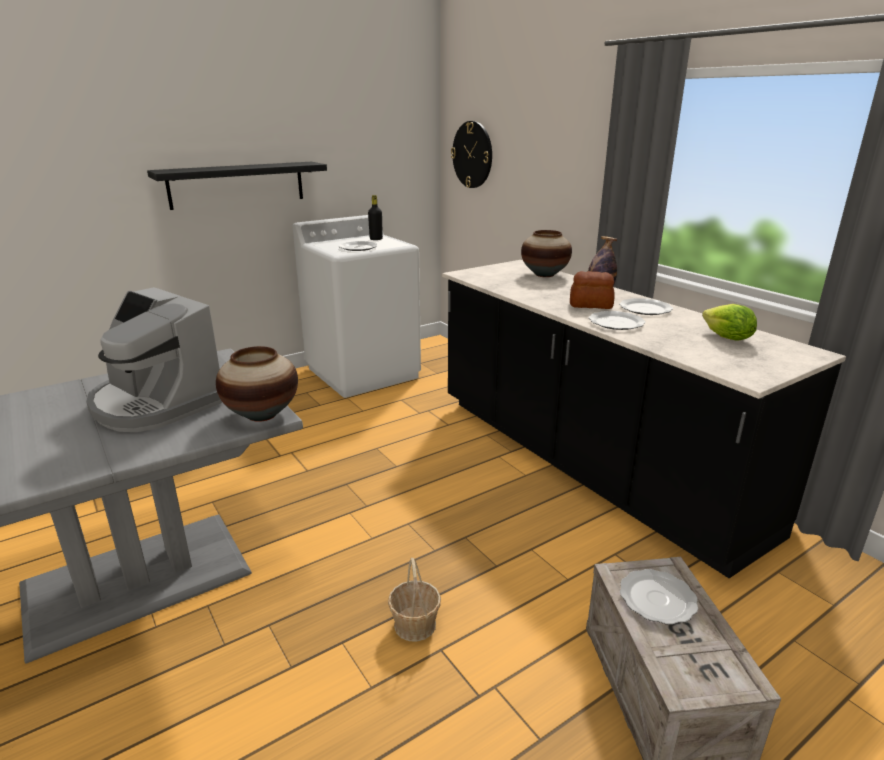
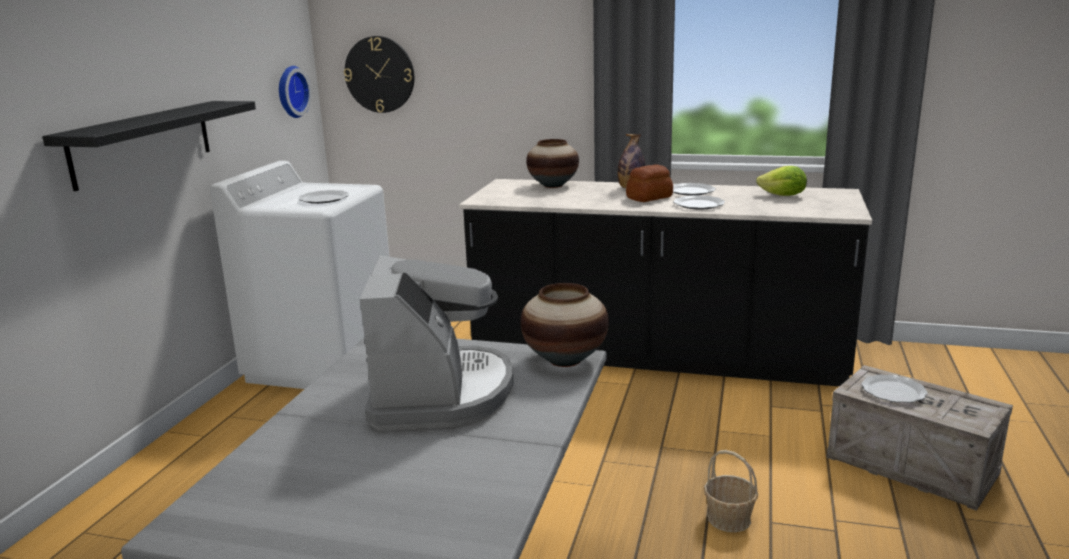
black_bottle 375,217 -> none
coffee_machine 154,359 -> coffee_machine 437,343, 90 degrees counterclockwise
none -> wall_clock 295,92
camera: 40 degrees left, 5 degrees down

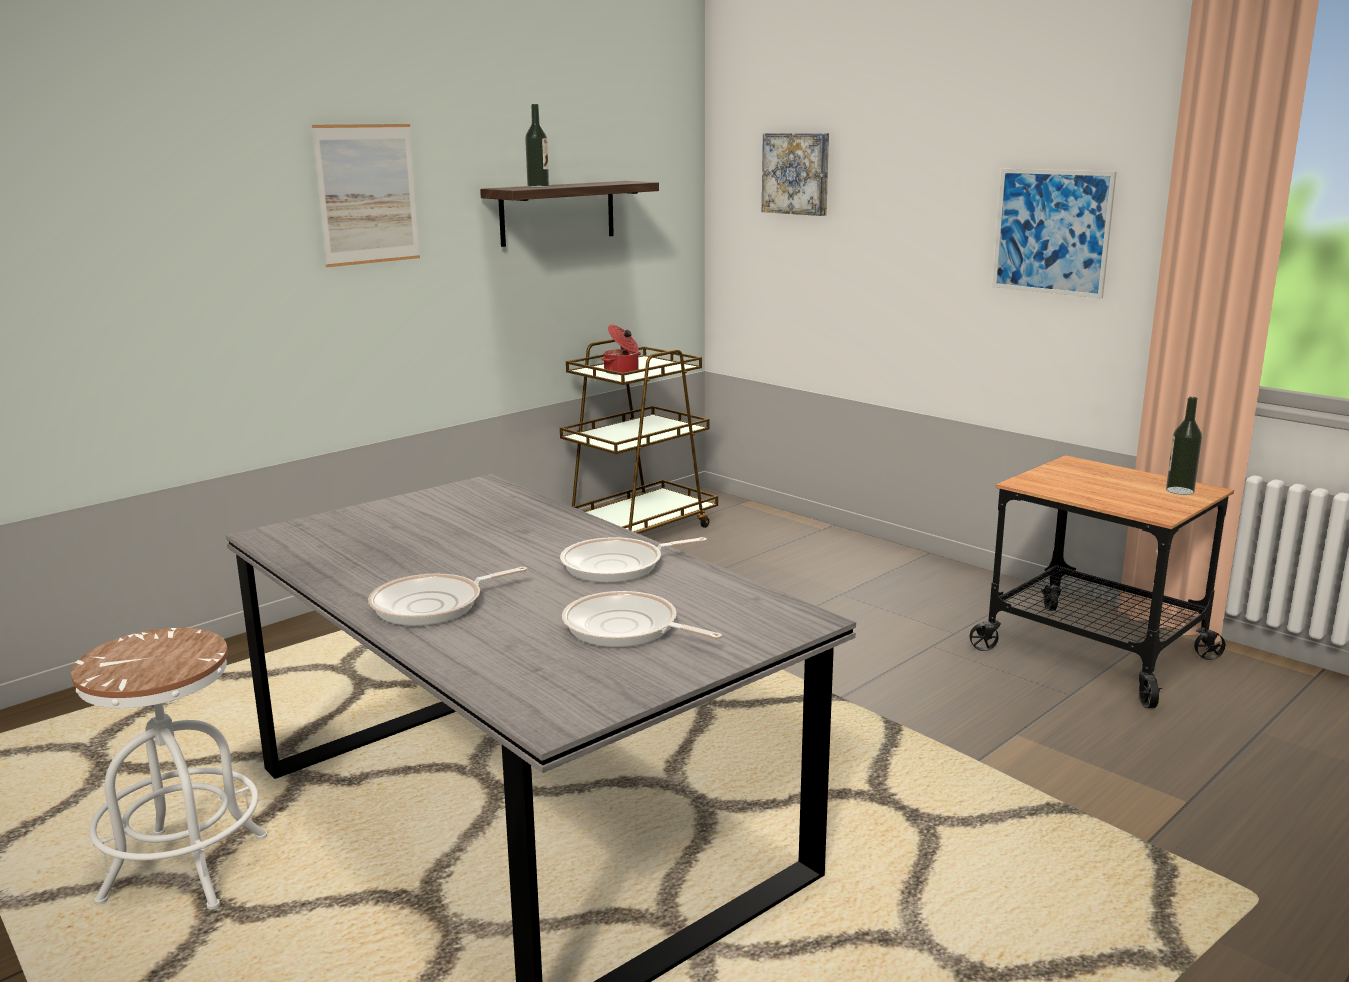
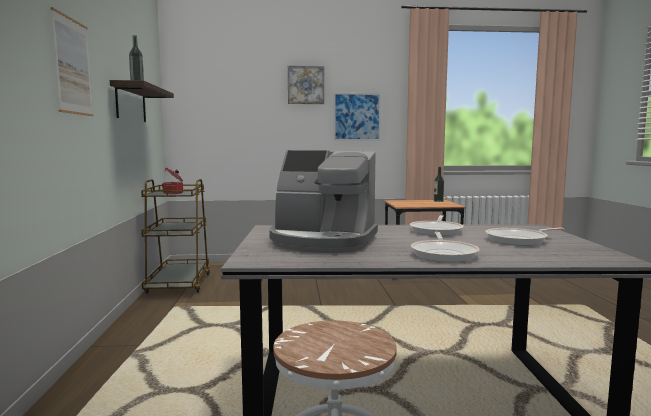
picture 795,174 -> picture 306,85, shifted
none -> coffee_machine 323,201
camera: 50 degrees left, 10 degrees down

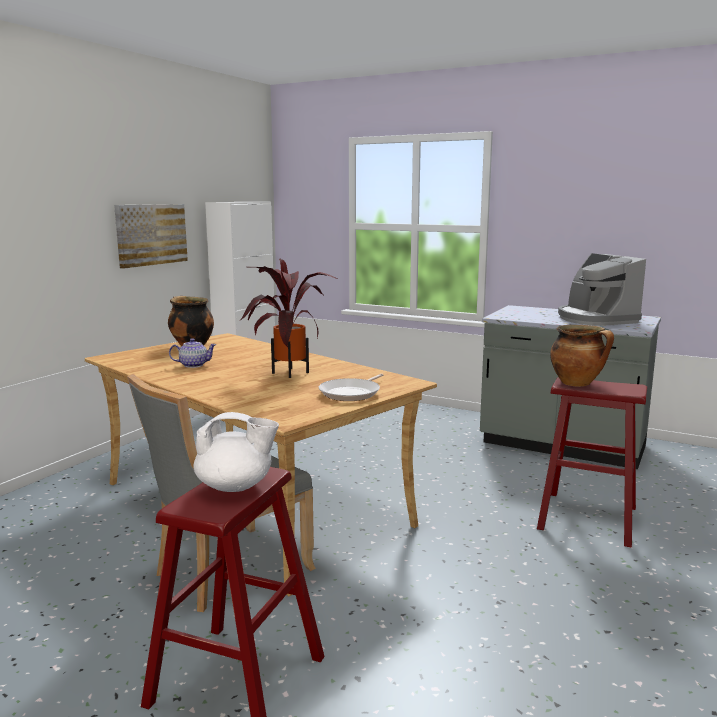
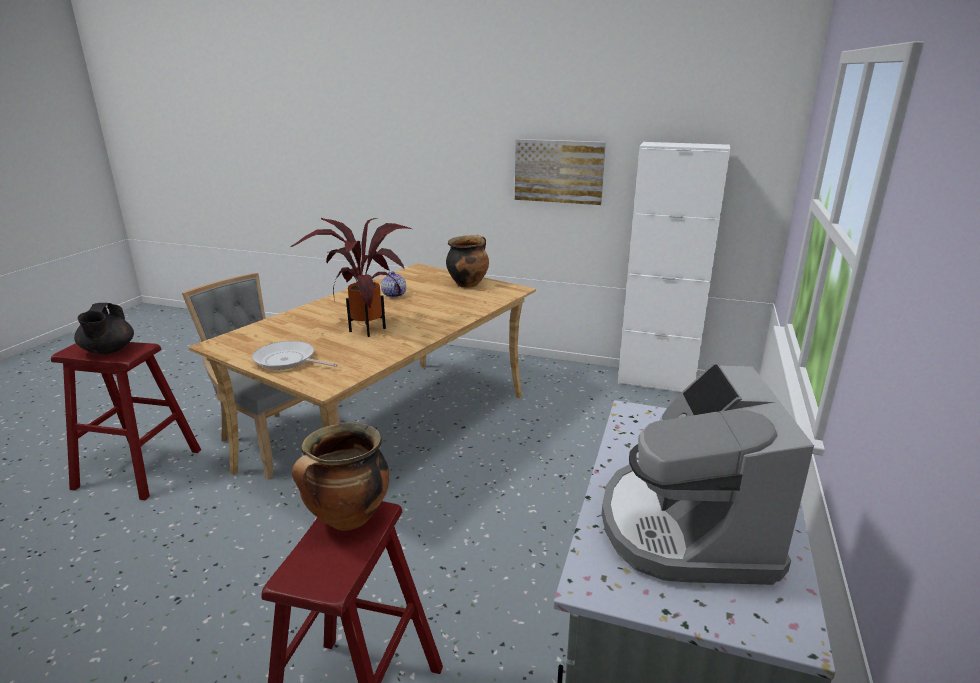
coffee_machine 602,289 -> coffee_machine 708,474, 60 degrees counterclockwise
white_teapot 236,452 -> black_teapot 104,328
camera: 80 degrees right, 10 degrees up

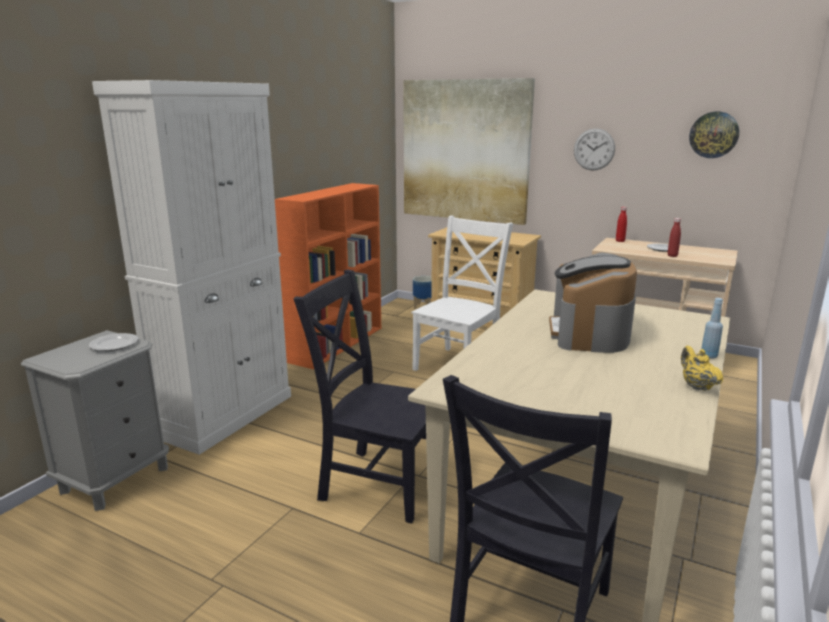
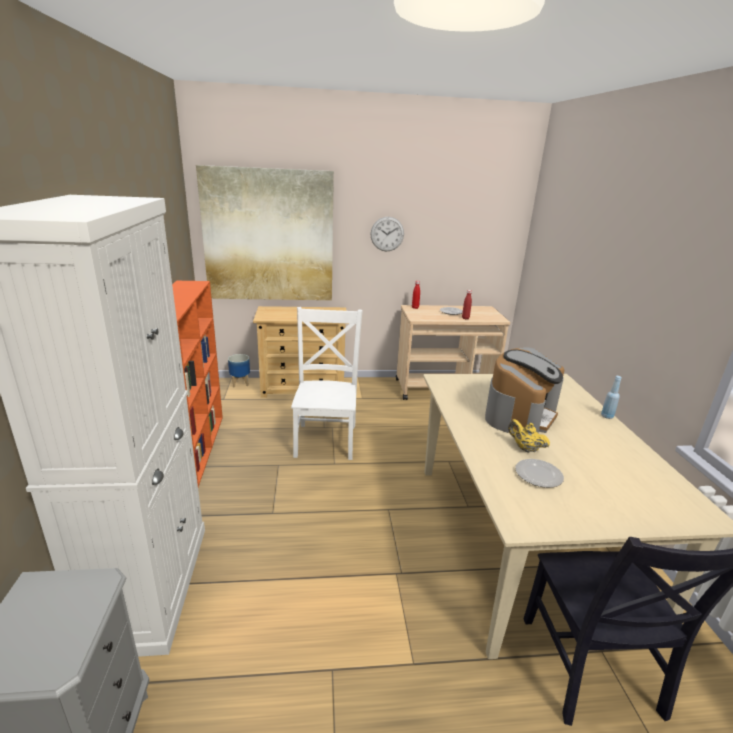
wall_clock 714,134 -> none
coffee_machine 593,302 -> coffee_machine 524,390, 120 degrees counterclockwise
black_chair 360,397 -> none
plate 114,342 -> plate 539,473, shifted
yellow_teapot 702,368 -> yellow_teapot 529,436, shifted
camera: 35 degrees left, 5 degrees up

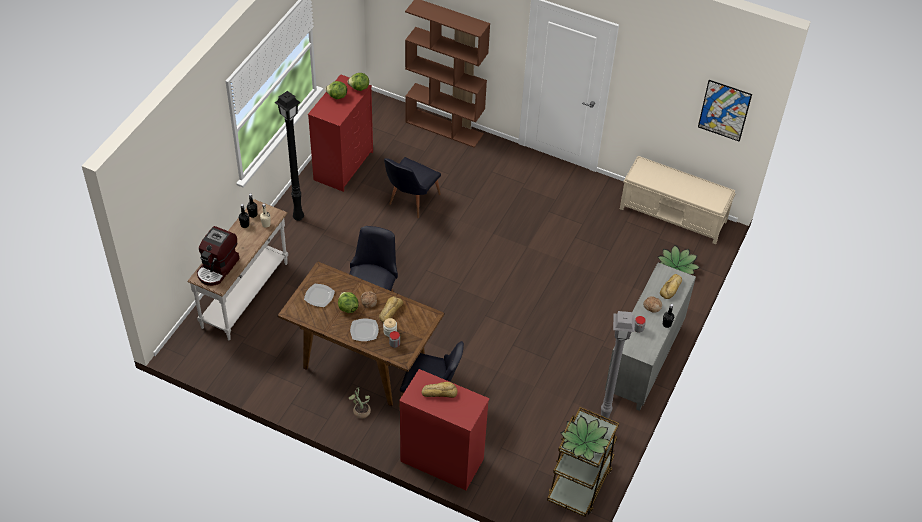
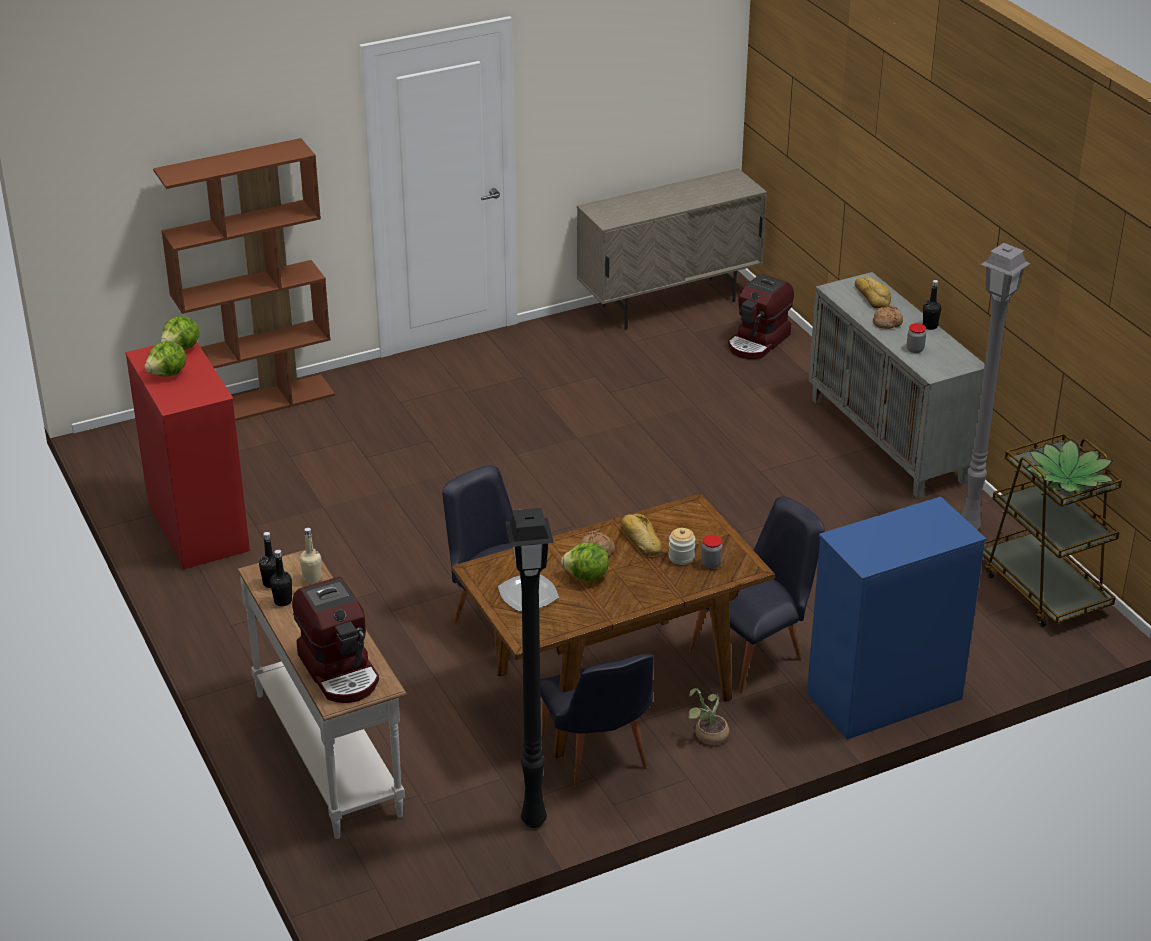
picture 725,111 -> none
black_floor_lamp 289,156 -> black_floor_lamp 529,668, shifted
beige_bench 678,200 -> beige_cabinet 672,249
black_chair 412,187 -> black_chair 597,721, shifted
potted_plant 679,259 -> coffee_machine 761,316
plate 364,329 -> none
red_dresser 444,429 -> blue_dresser 896,618
bread 440,390 -> none
camera: 50 degrees left, 15 degrees down

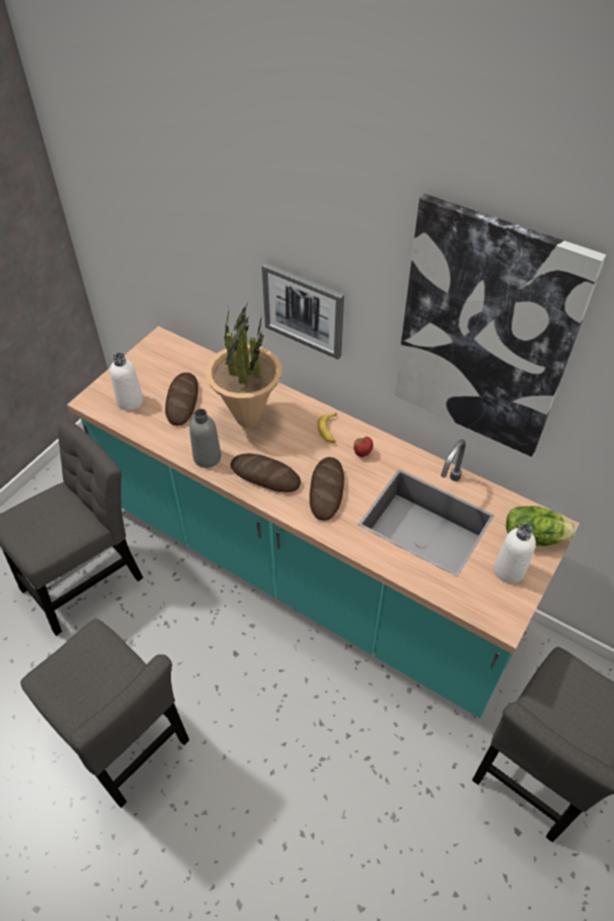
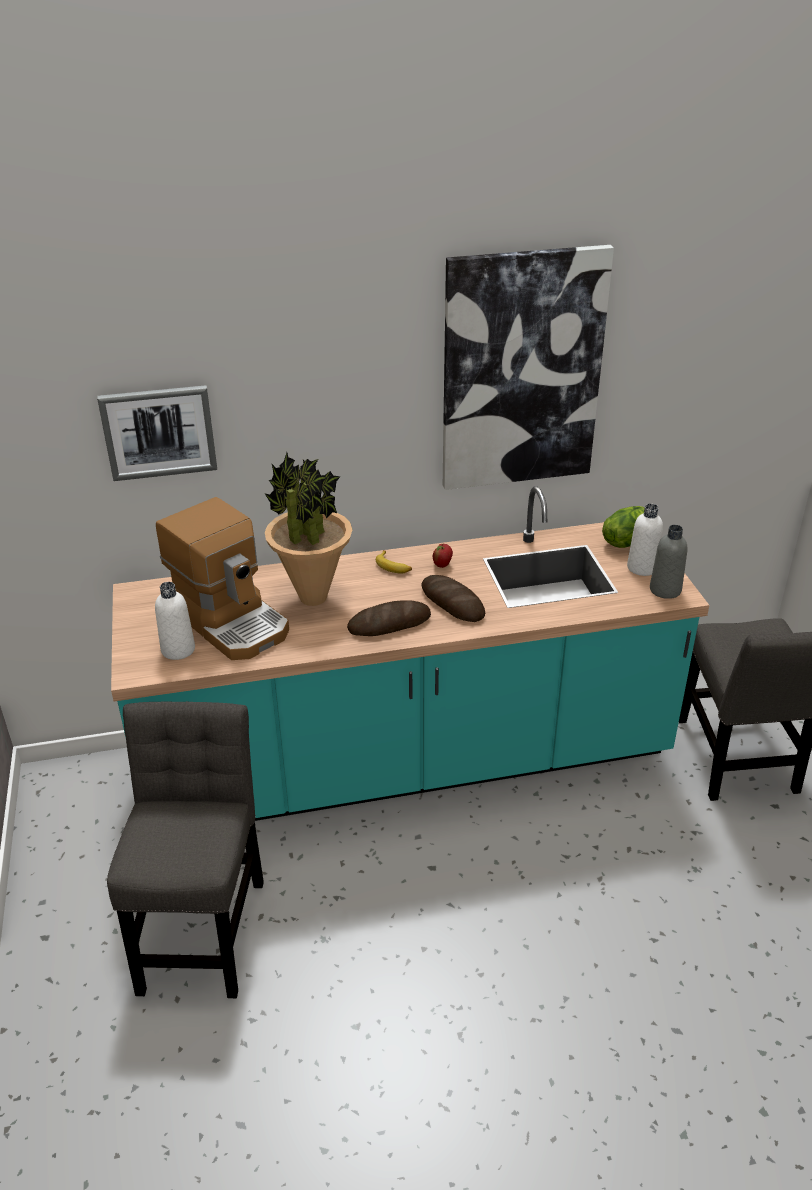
picture 303,311 -> picture 157,433, shifted
bread 181,399 -> coffee_machine 222,578
grey_bottle 205,438 -> grey_bottle 668,562, shifted
grey_chair 104,713 -> none
camera: 45 degrees left, 15 degrees down

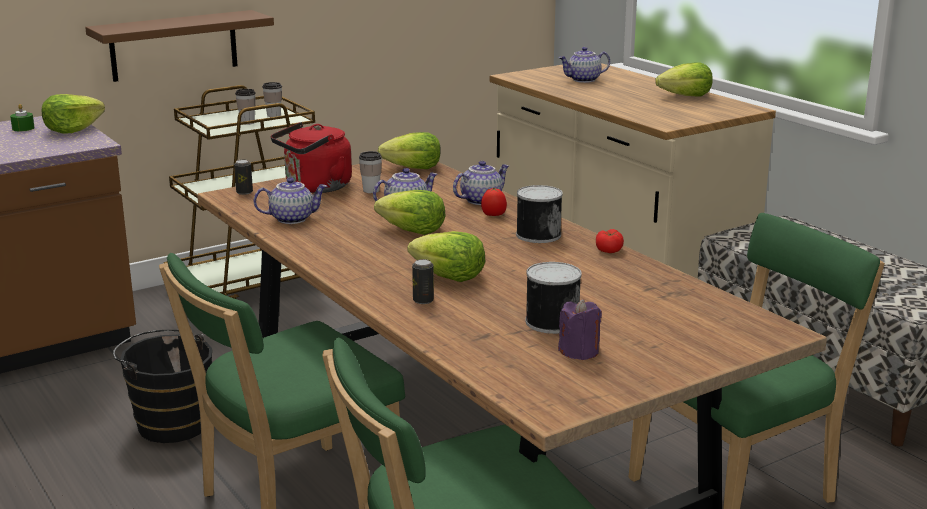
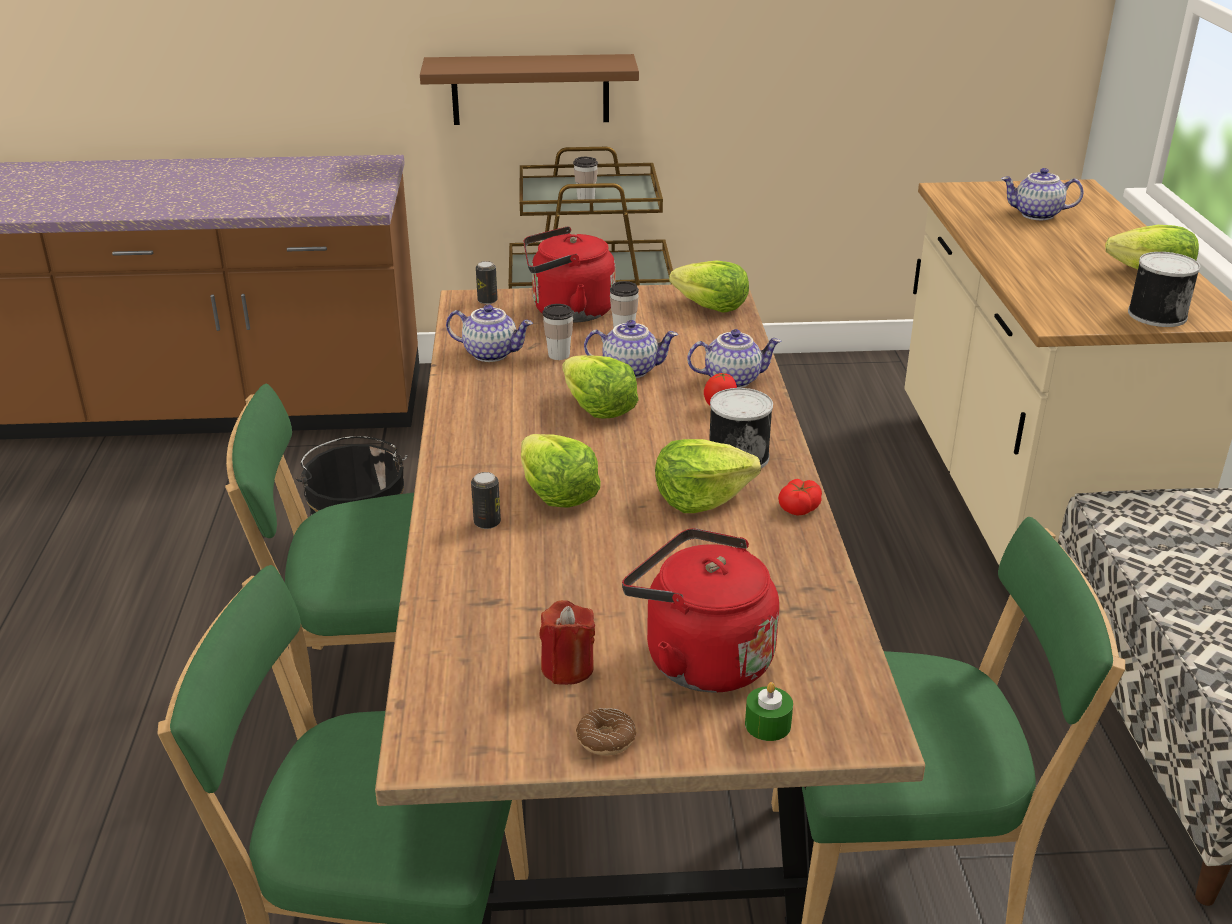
cup 272,99 -> cup 558,332, shifted
lettuce 73,114 -> lettuce 708,476, shifted
green_candle 22,117 -> green_candle 769,711, shifted
can 553,298 -> can 1164,289, shifted
purple_candle 580,329 -> red_candle 567,642
none -> red_kettle 700,610
none -> donut 606,732
camera: 30 degrees right, 10 degrees up

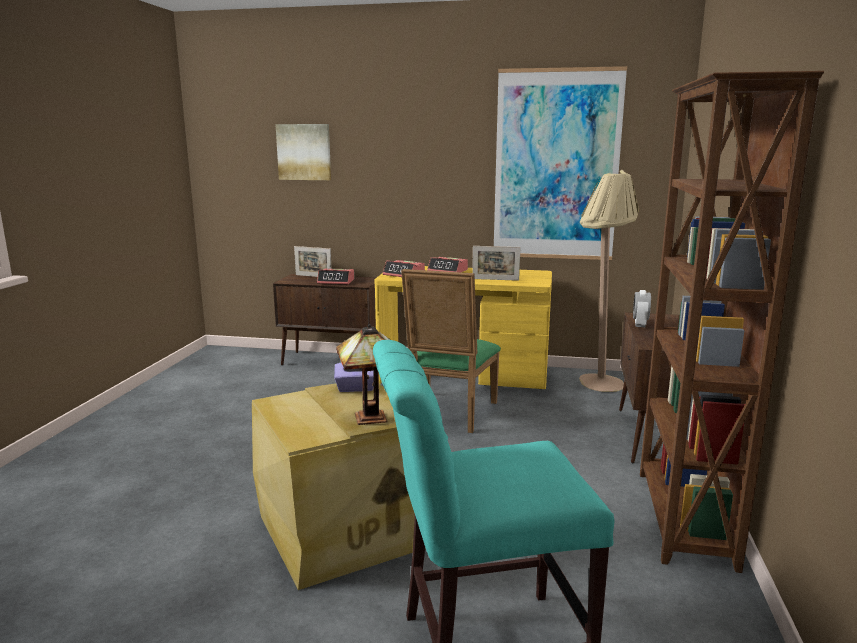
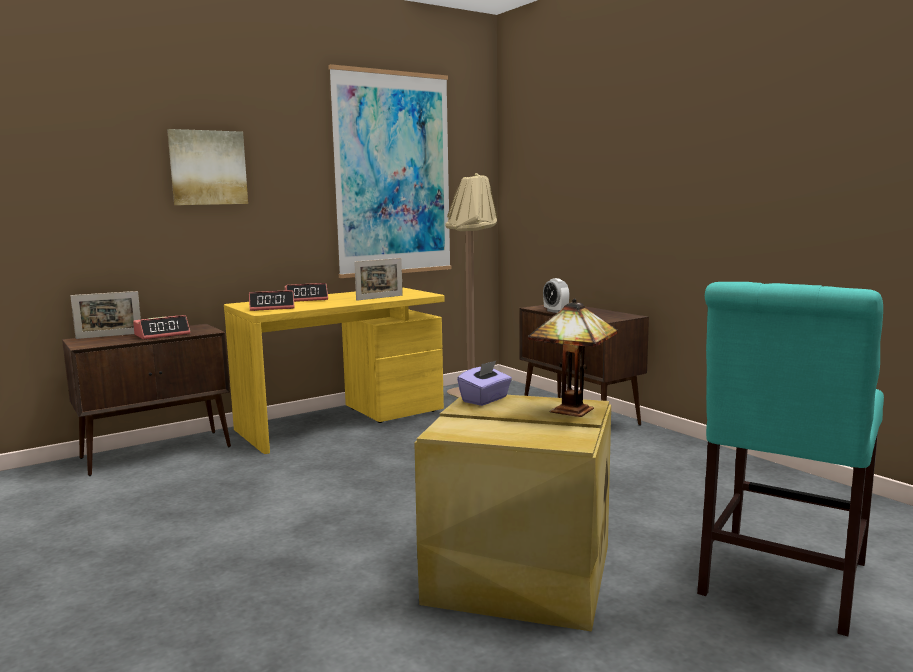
brown_bookcase 732,322 -> none
picture 303,152 -> picture 207,167, shifted
green_chair 451,351 -> none
camera: 45 degrees left, 5 degrees down

